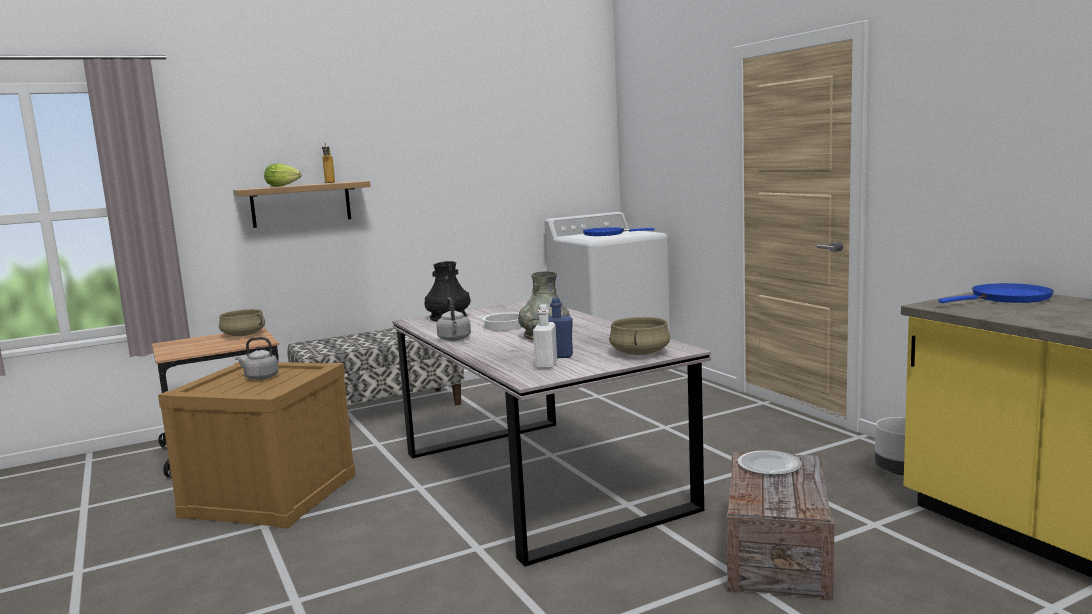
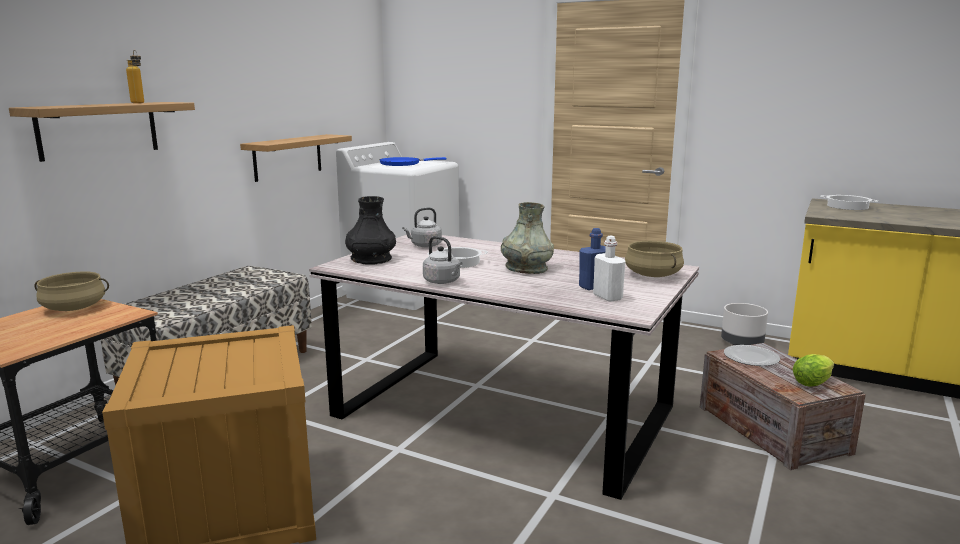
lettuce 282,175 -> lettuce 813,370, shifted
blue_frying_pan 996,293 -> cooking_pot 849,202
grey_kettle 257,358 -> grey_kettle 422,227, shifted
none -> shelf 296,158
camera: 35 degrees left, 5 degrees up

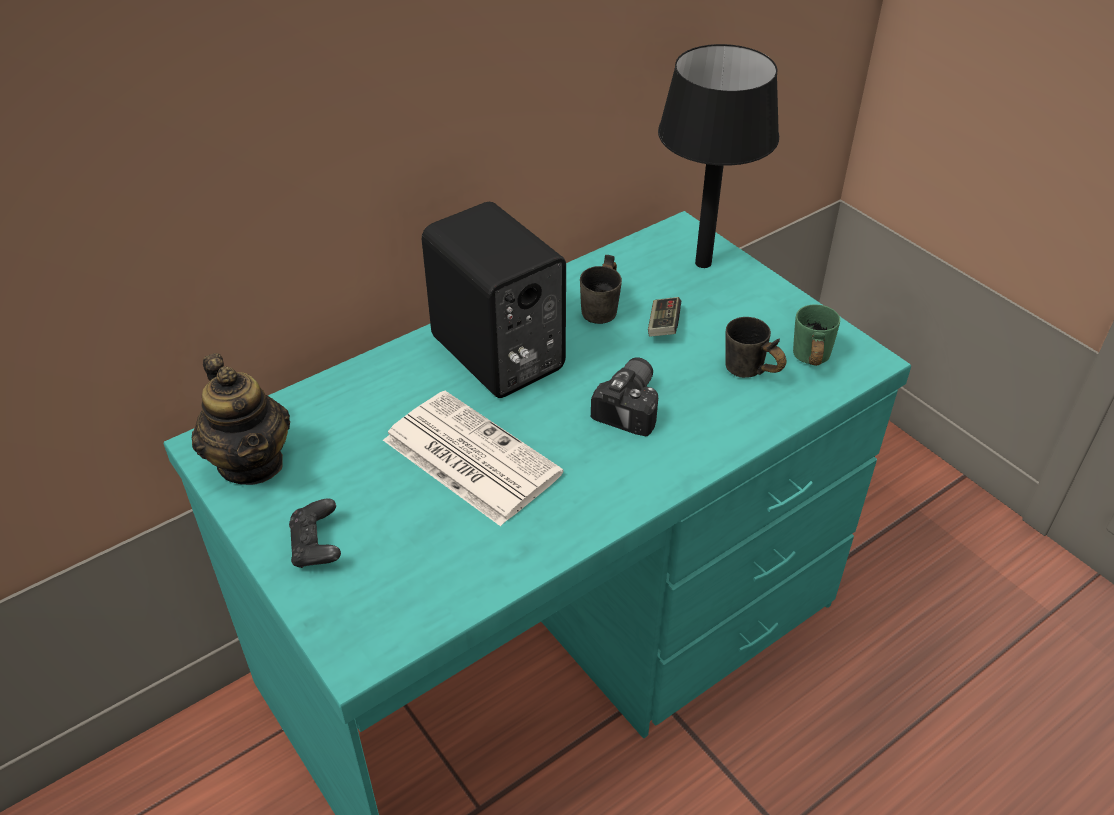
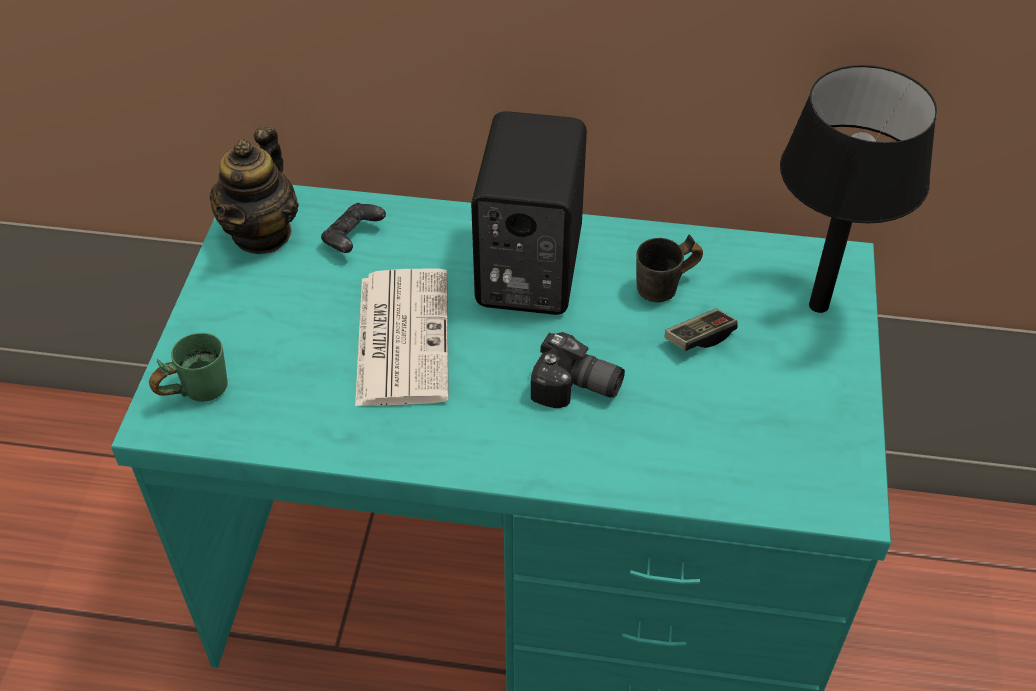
green_mug 816,335 -> green_mug 188,367, shifted
grey_mug 756,347 -> none
photo_camera 624,396 -> photo_camera 578,370, 45 degrees clockwise
black_game_controller 315,533 -> black_game_controller 353,228, shifted
camera: 45 degrees right, 5 degrees up

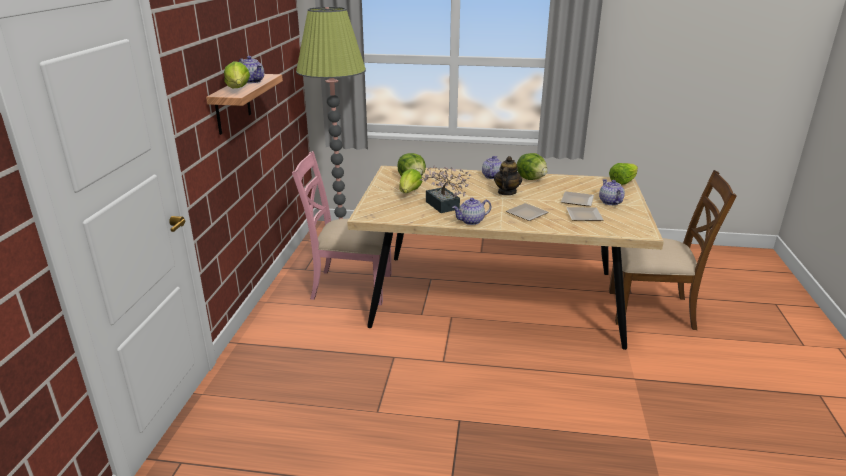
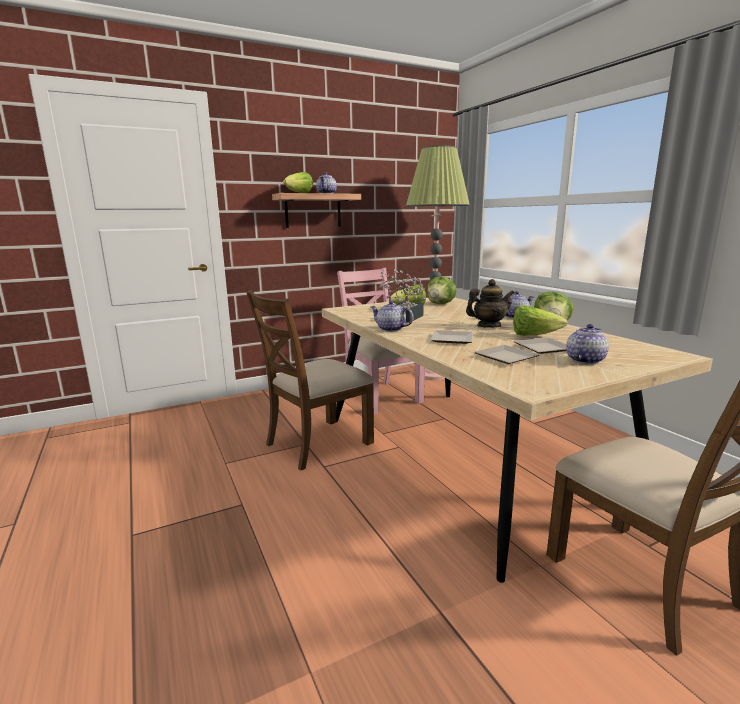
lettuce 623,174 -> lettuce 540,320, shifted
none -> brown_chair 310,380
camera: 55 degrees right, 10 degrees down

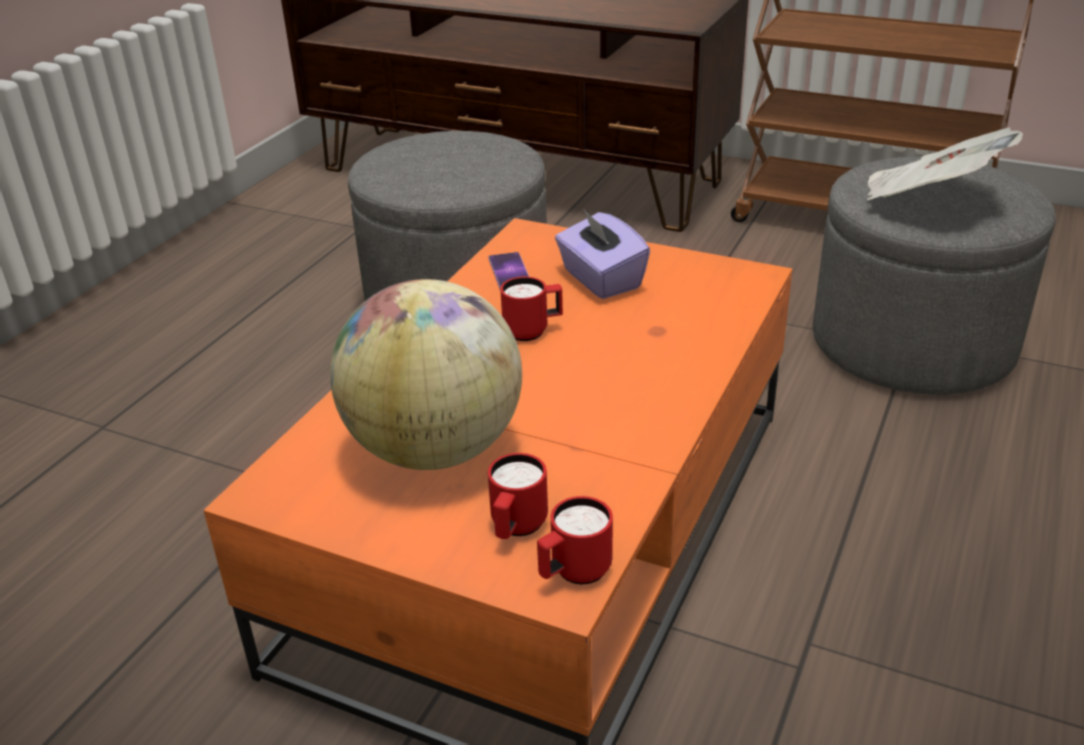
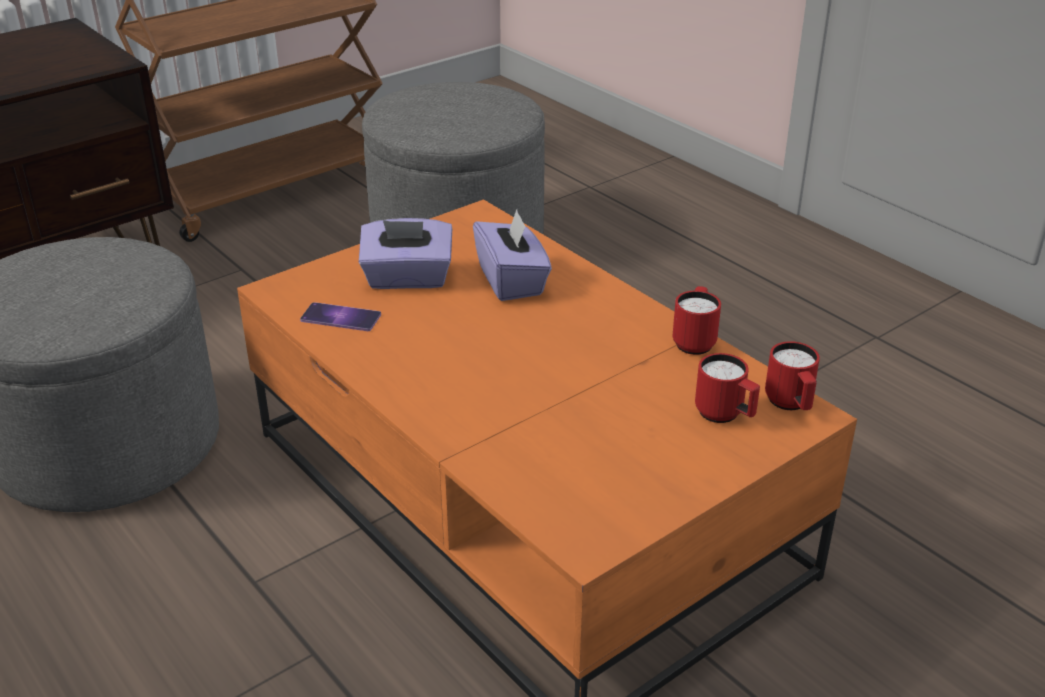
newspaper 944,164 -> none
red_mug 531,309 -> red_mug 697,320, shifted
globe 426,374 -> none
none -> purple_tissue_box 512,255
camera: 65 degrees left, 0 degrees up

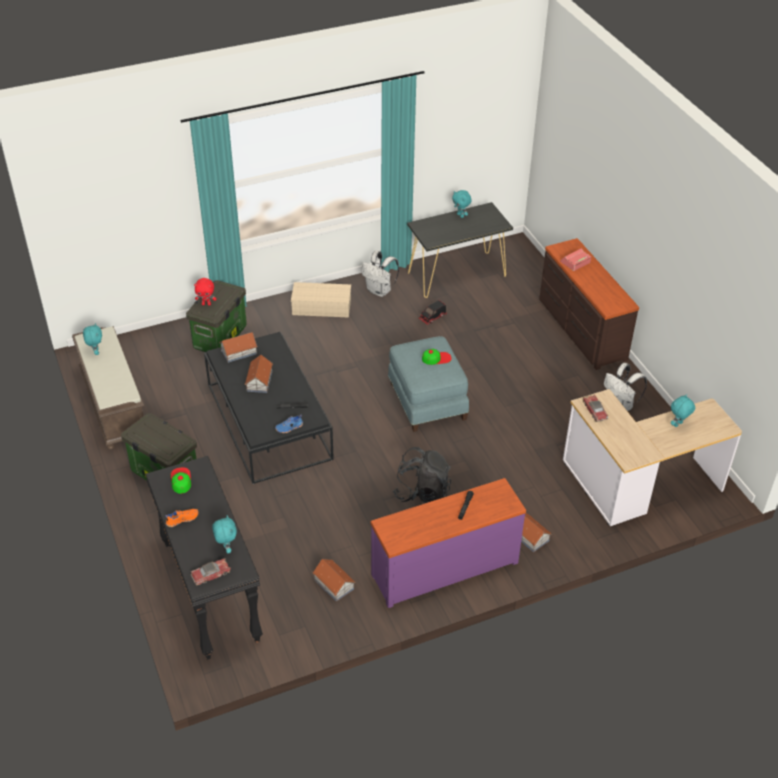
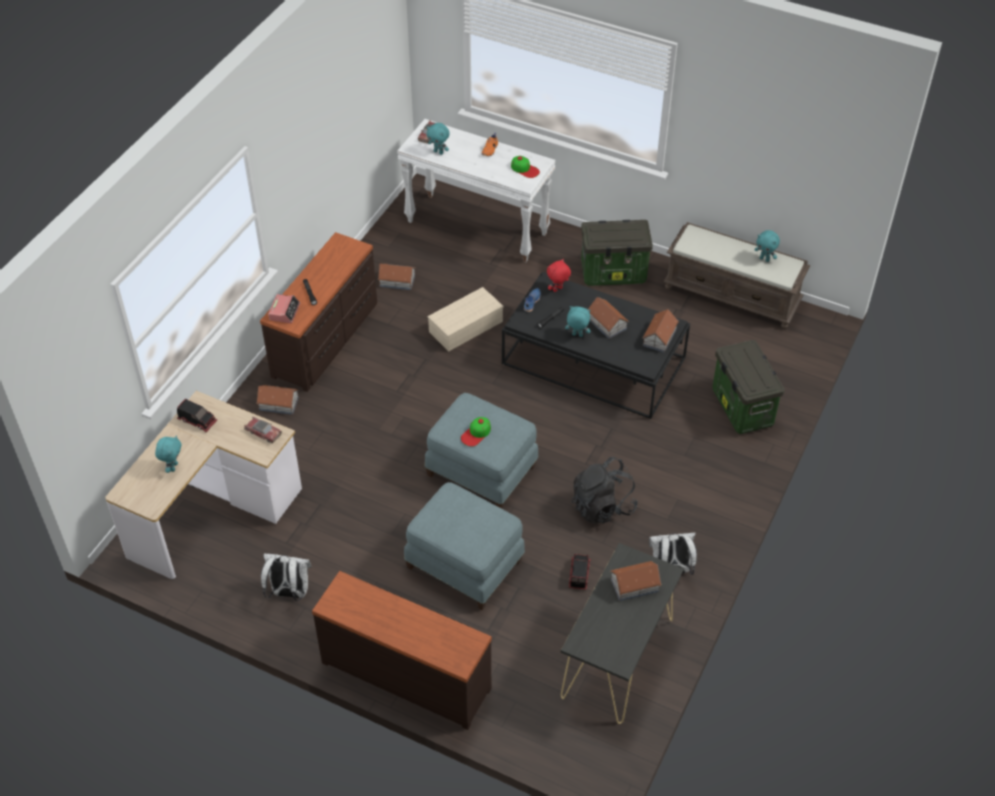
turquoise_plush_toy 462,204 -> turquoise_plush_toy 577,321, shifted
alarm_clock 575,259 -> alarm_clock 284,308, shifted
red_plush_toy 205,292 -> red_plush_toy 559,275, shifted
beige_storage_box 321,299 -> beige_storage_box 465,319, shifted
black_backpack 422,475 -> black_backpack 605,490, shifted
black_console_table 204,558 -> white_console_table 476,190
purple_dresser 448,543 -> brown_dresser 318,312
none -> toy_truck 197,415
none -> blue_ottoman 464,546
none -> toy_house 636,581
camera: 140 degrees right, 5 degrees up

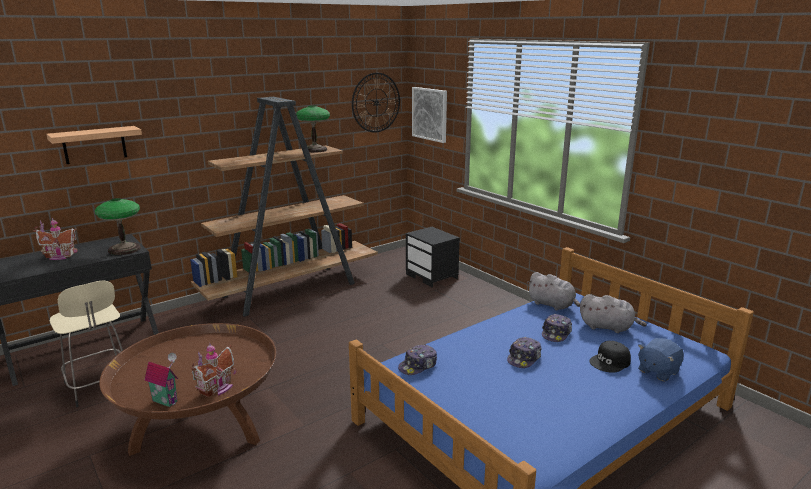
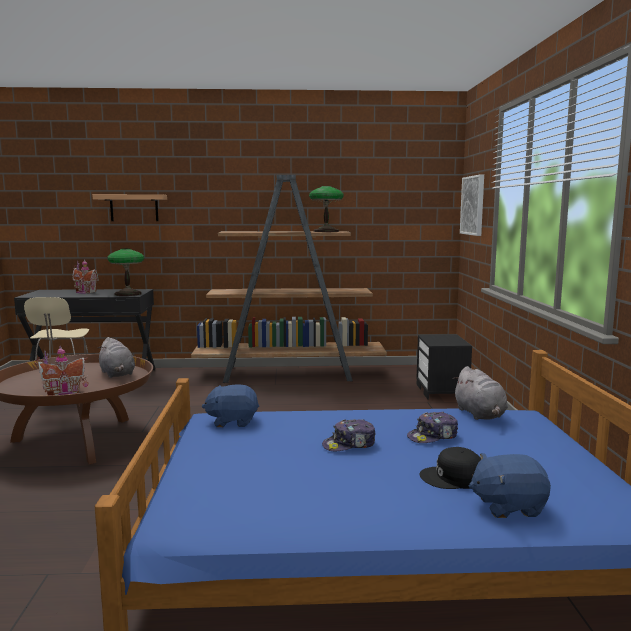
wall_clock 376,102 -> none
grey_plush_toy 613,313 -> grey_plush_toy 116,357, shifted
cap 417,360 -> blue_plush_toy 230,406
toy_house 161,380 -> none
camera: 35 degrees right, 10 degrees down

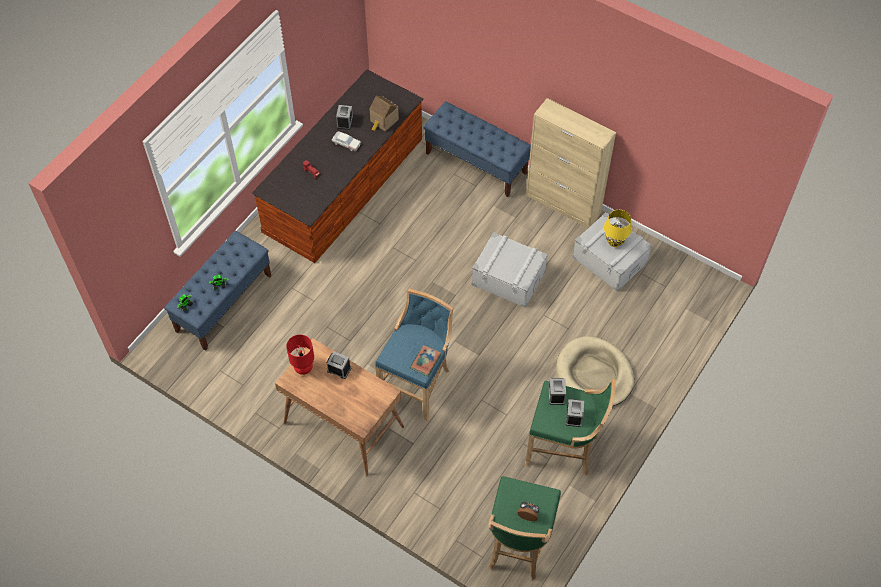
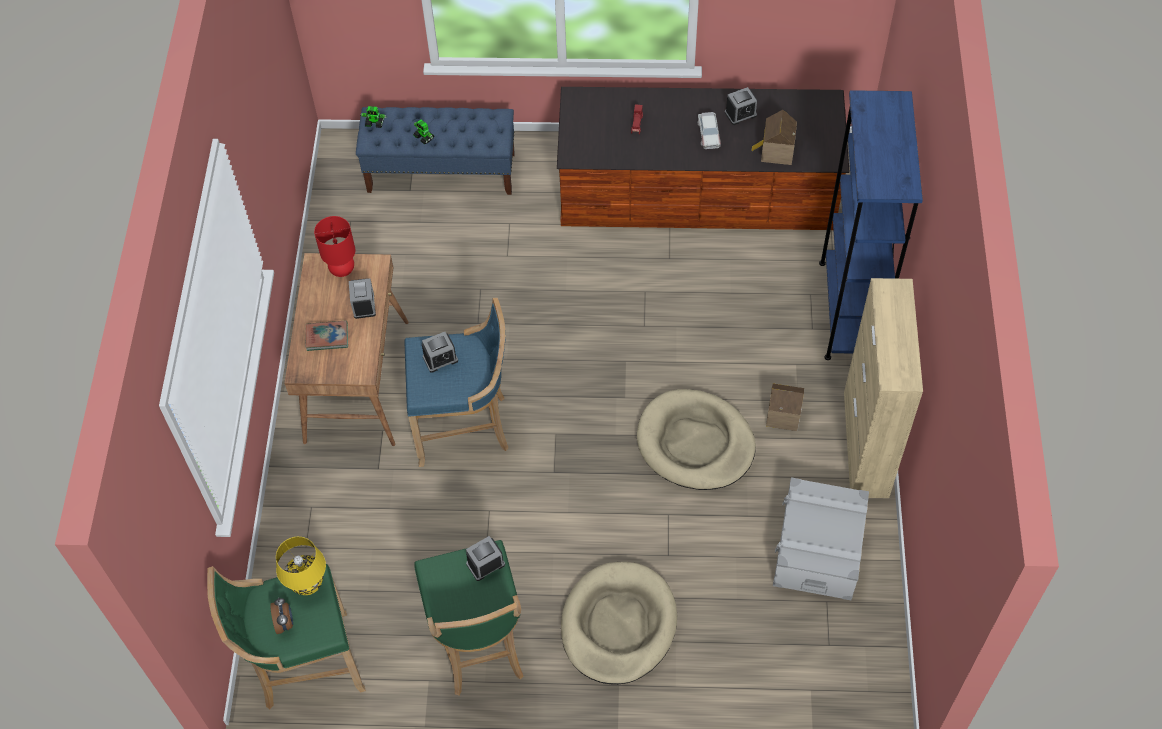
blue_bench 477,149 -> blue_bookcase 871,225
yellow_table_lamp 618,228 -> yellow_table_lamp 301,566, shifted
grey_storage_box 510,270 -> beige_dog_bed 696,439
book 425,361 -> book 326,335, shifted
alarm_clock 575,413 -> alarm_clock 440,352, shifted
none -> toy_house 785,407
camera: 60 degrees right, 0 degrees up

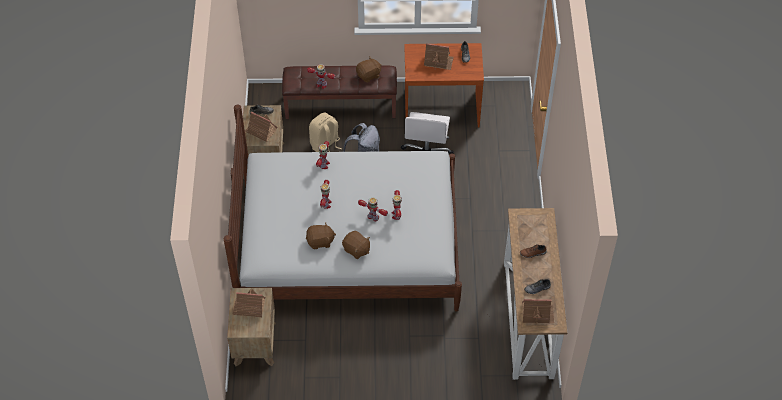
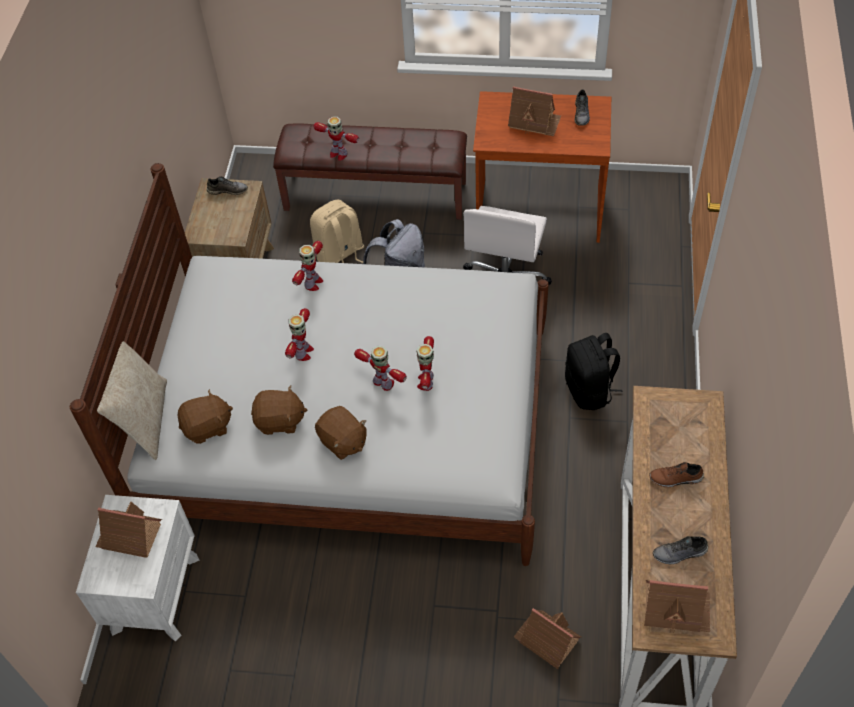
brown_plush_toy 368,70 -> brown_plush_toy 205,416, shifted
toy_house 261,127 -> toy_house 547,638, shifted
brown_nightstand 251,327 -> white_nightstand 137,568
none -> black_backpack 594,371
none -> beige_pillow 132,400
camera: 10 degrees right, 0 degrees up

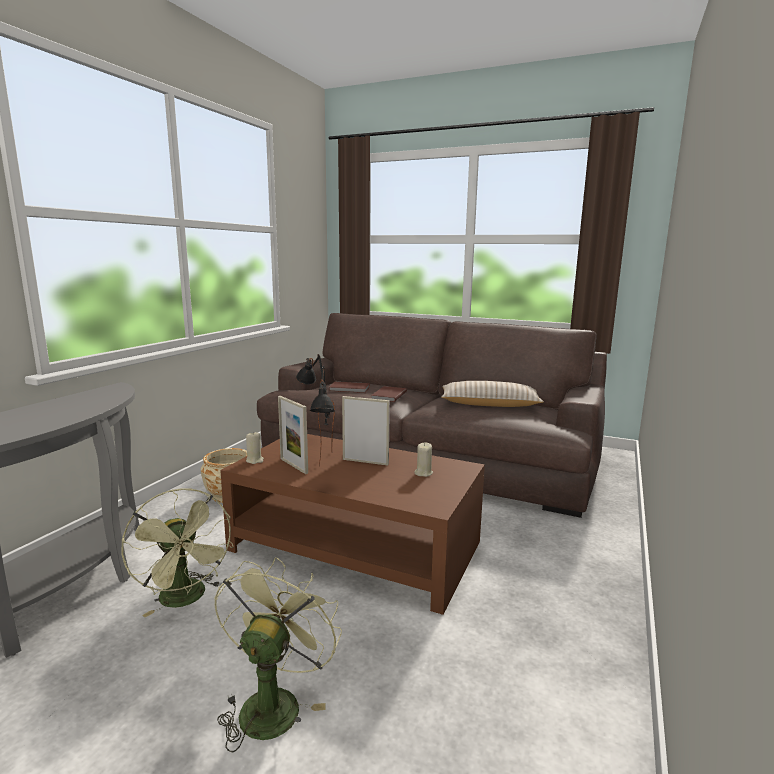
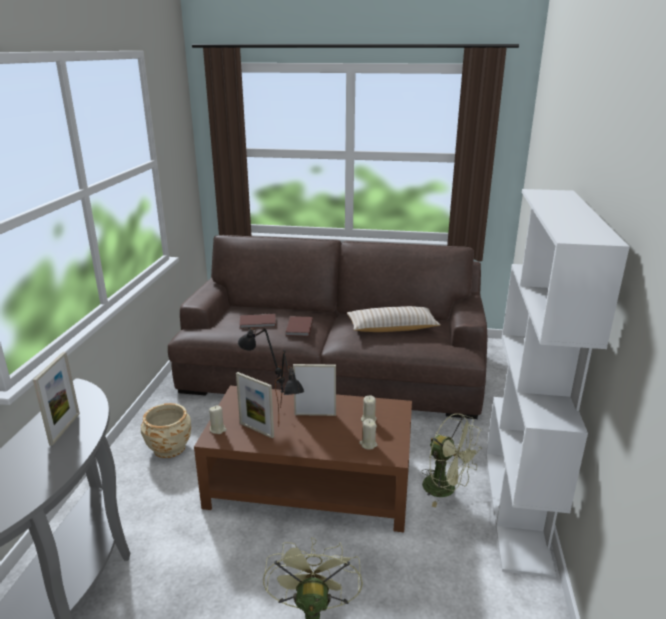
green_fan 177,552 -> green_fan 451,460, shifted
none -> white_bookcase 558,383
none -> picture_frame 56,399
none -> beige_candle 368,434
camera: 15 degrees left, 10 degrees up

